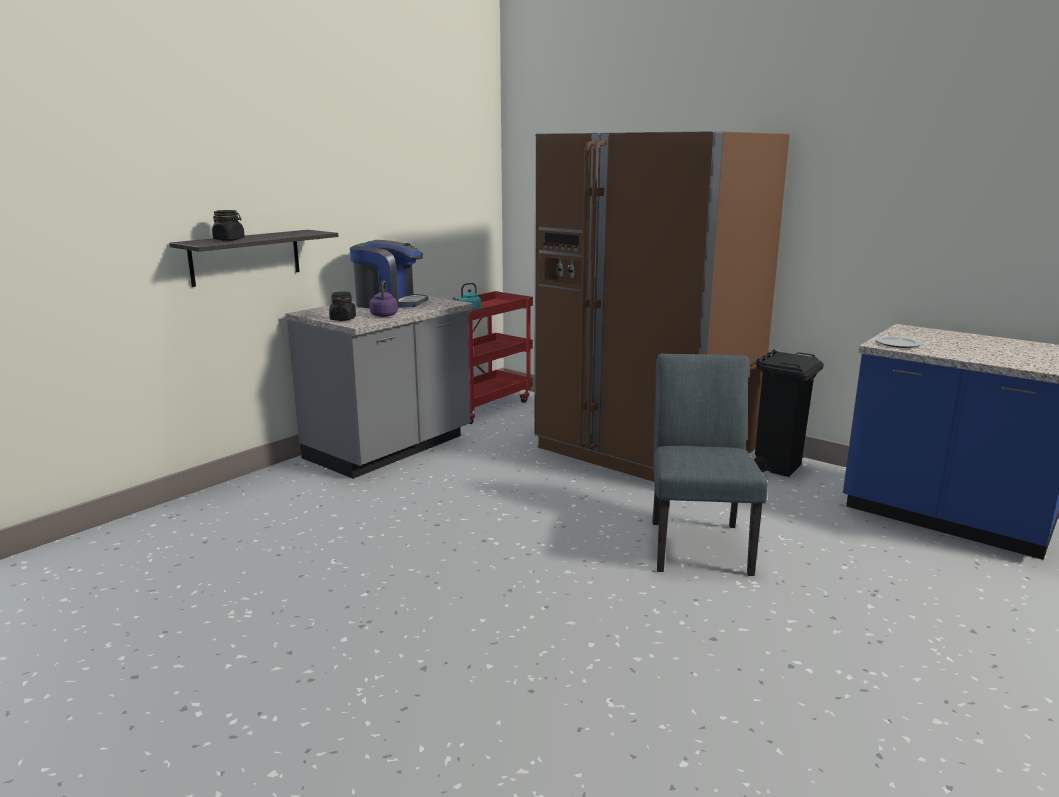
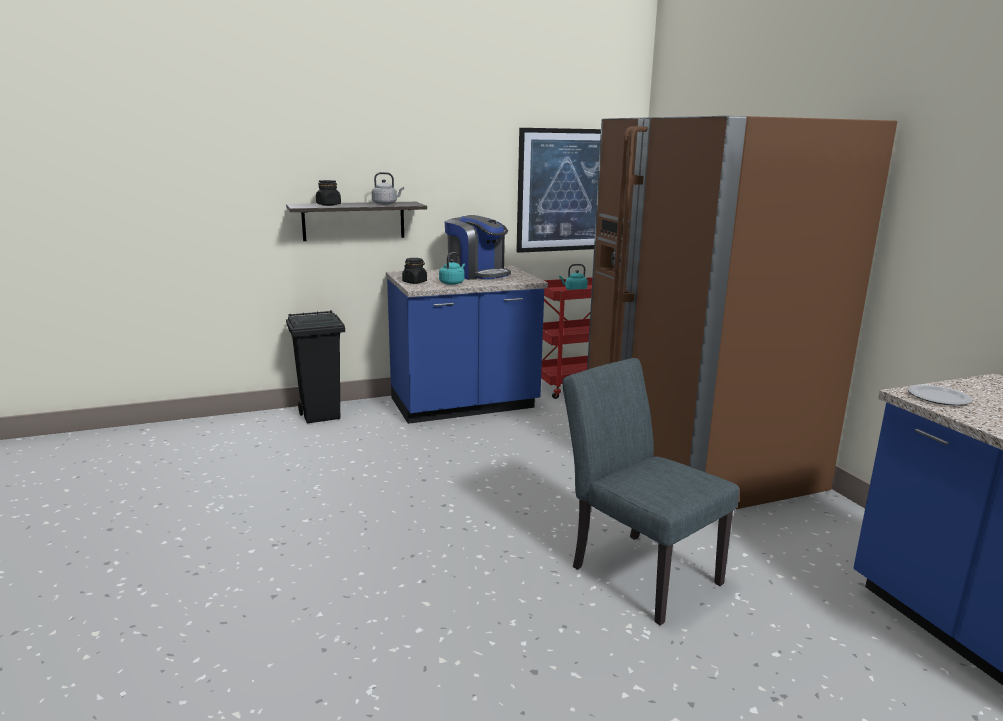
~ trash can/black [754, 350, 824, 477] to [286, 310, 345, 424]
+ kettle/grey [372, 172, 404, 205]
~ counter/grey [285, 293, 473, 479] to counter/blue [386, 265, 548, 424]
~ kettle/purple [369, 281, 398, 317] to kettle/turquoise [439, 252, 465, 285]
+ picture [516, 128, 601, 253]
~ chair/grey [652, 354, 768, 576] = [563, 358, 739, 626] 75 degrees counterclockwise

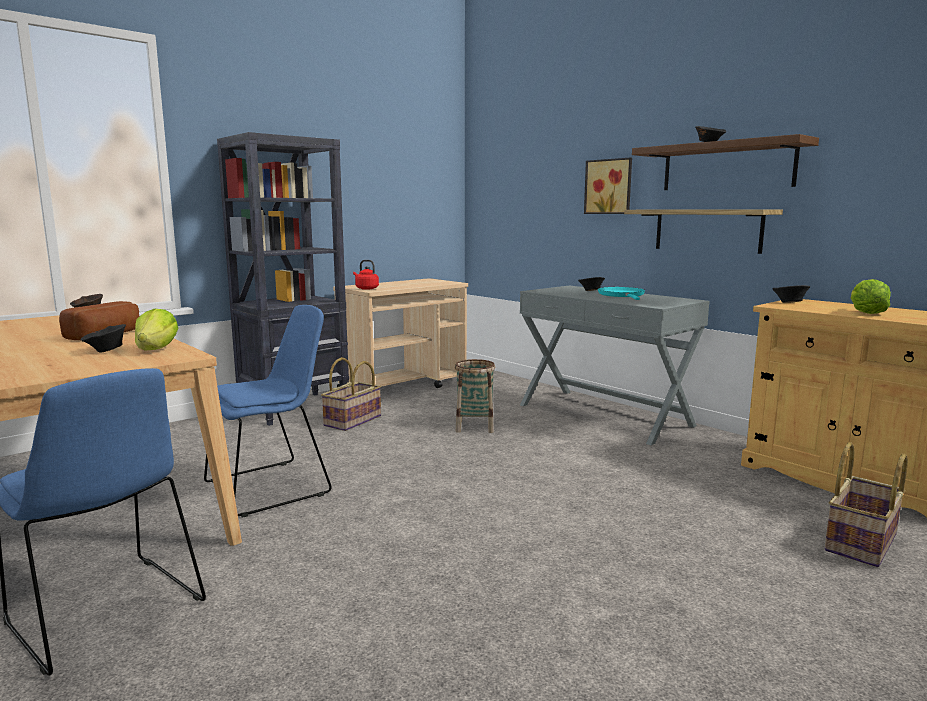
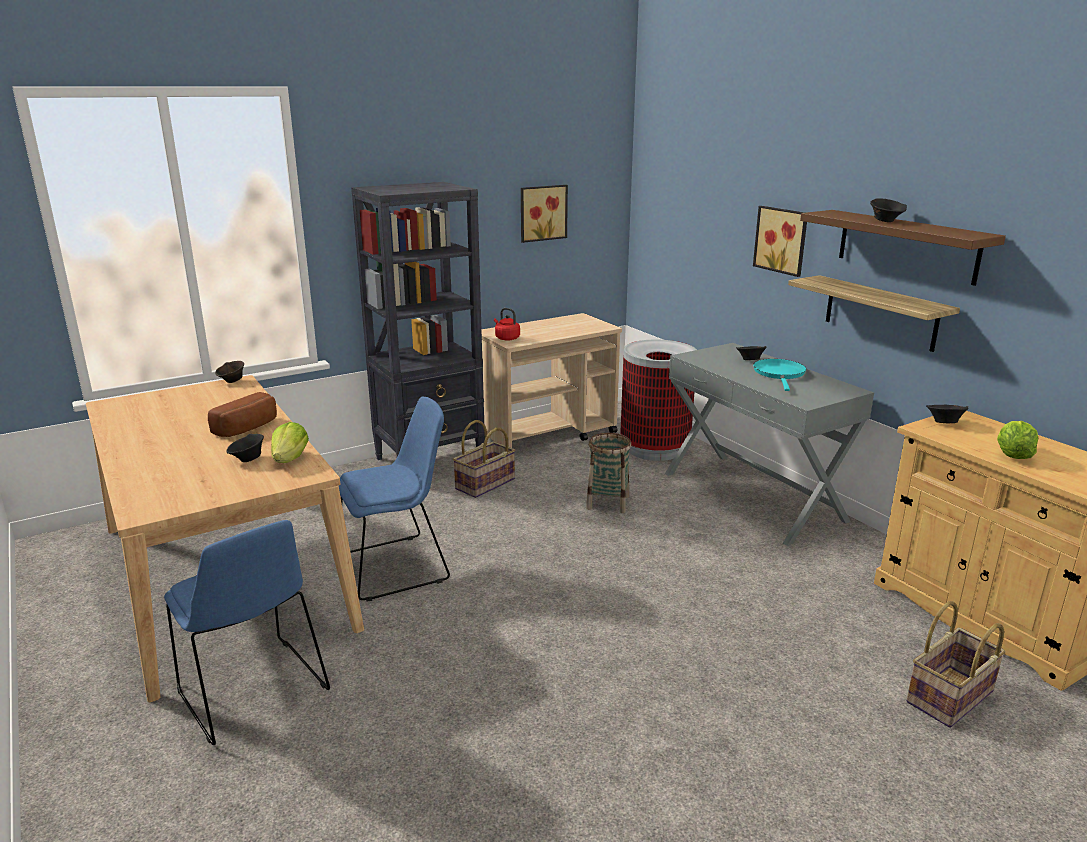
+ picture [521, 185, 568, 243]
+ trash can [620, 340, 697, 461]

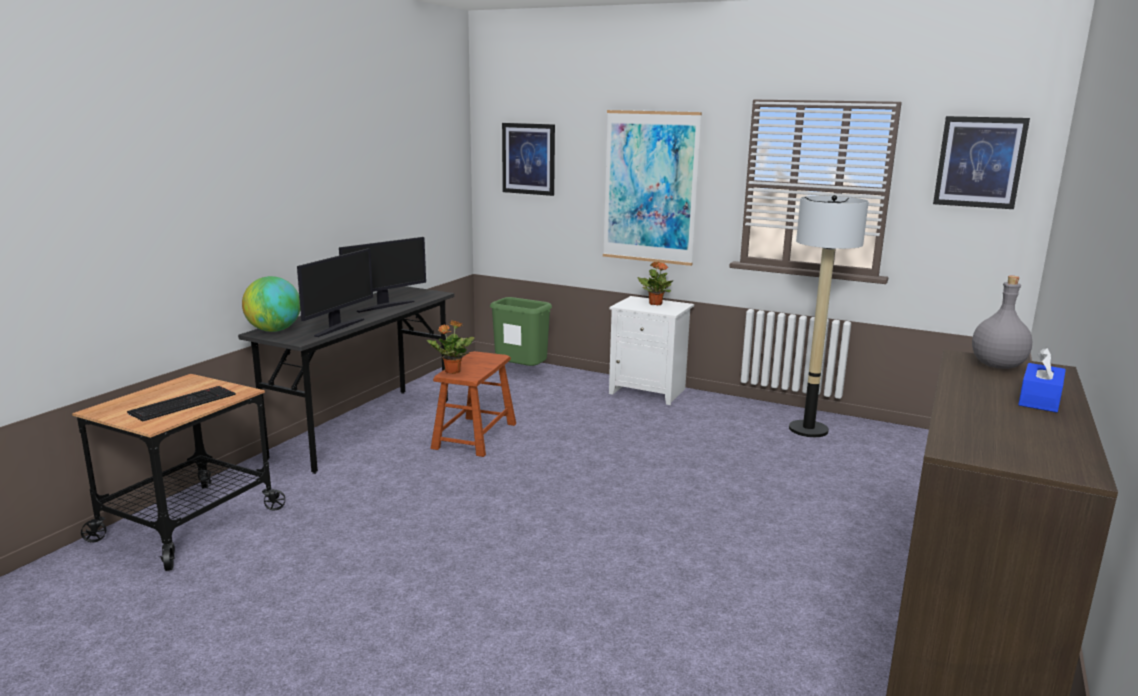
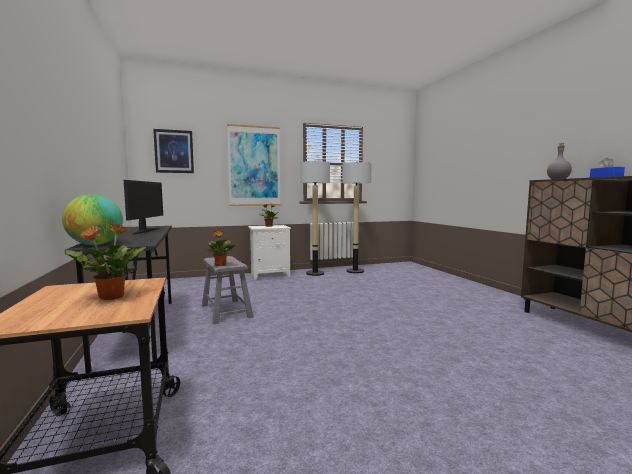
~ keyboard [127, 386, 236, 421] to potted plant [65, 223, 146, 300]
~ stool/brown [431, 351, 516, 457] to stool/grey [202, 256, 254, 324]
+ floor lamp [300, 161, 330, 276]
- monitor [297, 248, 373, 337]
- trash can/green [490, 297, 552, 366]
- picture [933, 116, 1030, 209]

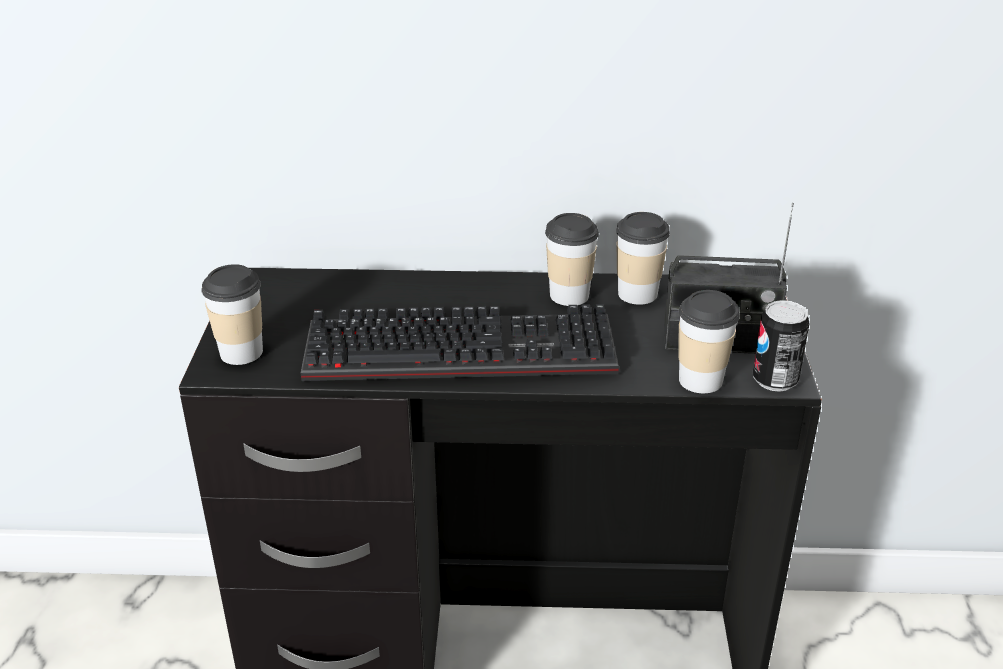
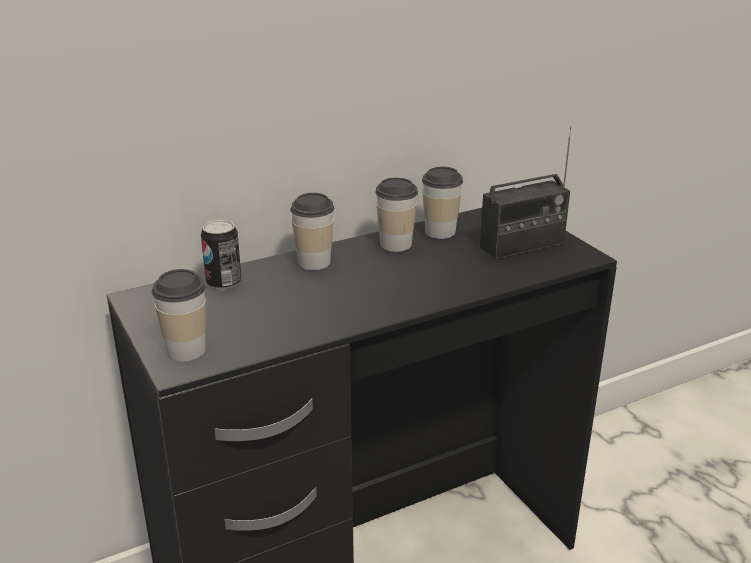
~ can [753, 300, 810, 392] to [201, 220, 242, 291]
~ cup [678, 290, 740, 393] to [290, 193, 334, 270]
- keyboard [301, 304, 619, 381]

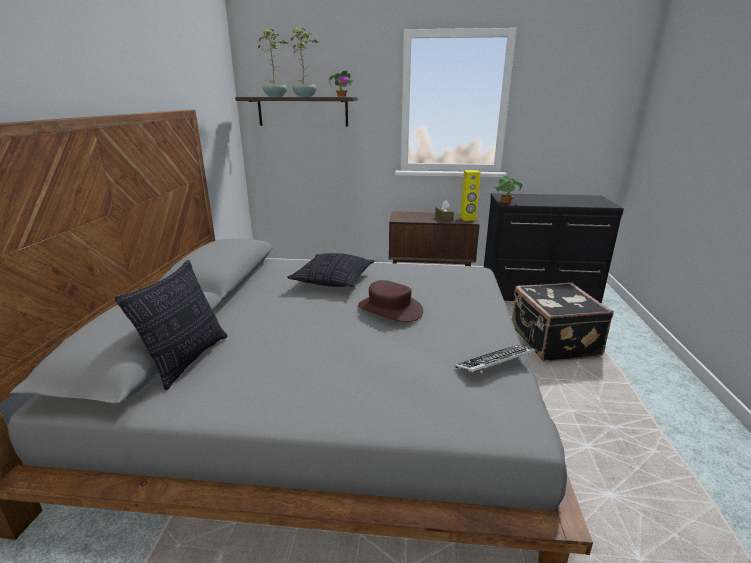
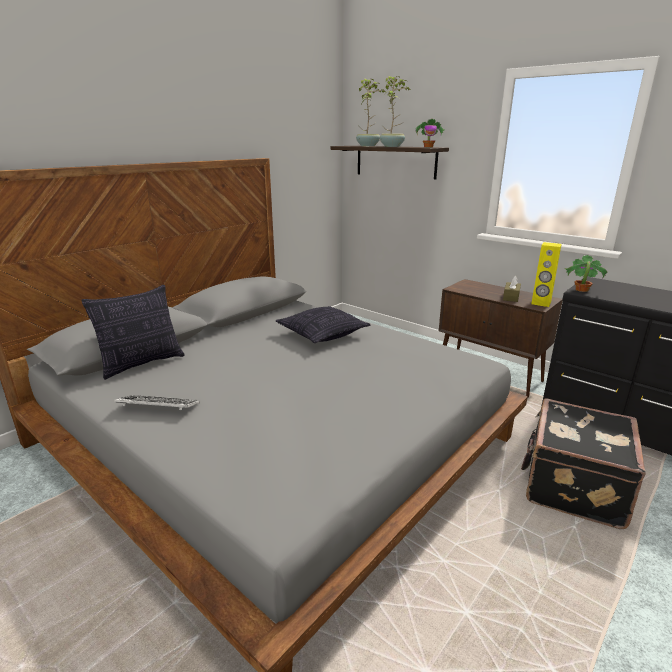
~ keyboard [455, 345, 535, 373] to [115, 395, 199, 410]
- hat/brown [358, 280, 423, 322]

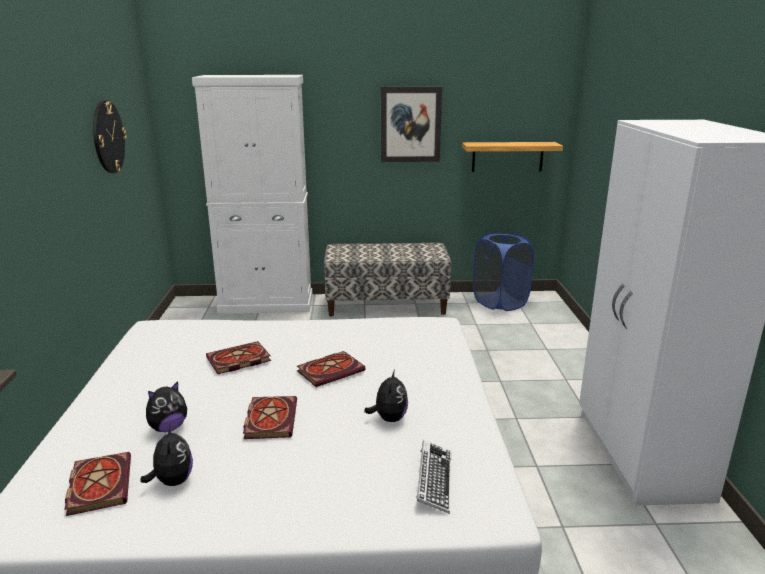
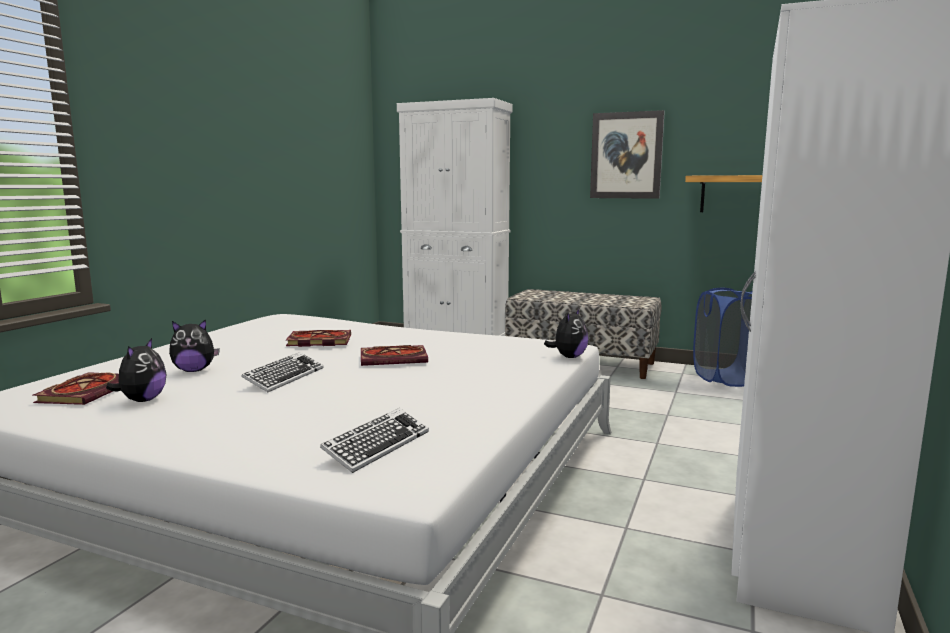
~ book [243, 396, 297, 439] to keyboard [241, 352, 324, 392]
~ plush toy [364, 369, 408, 422] to [544, 309, 589, 358]
- wall clock [93, 101, 127, 173]

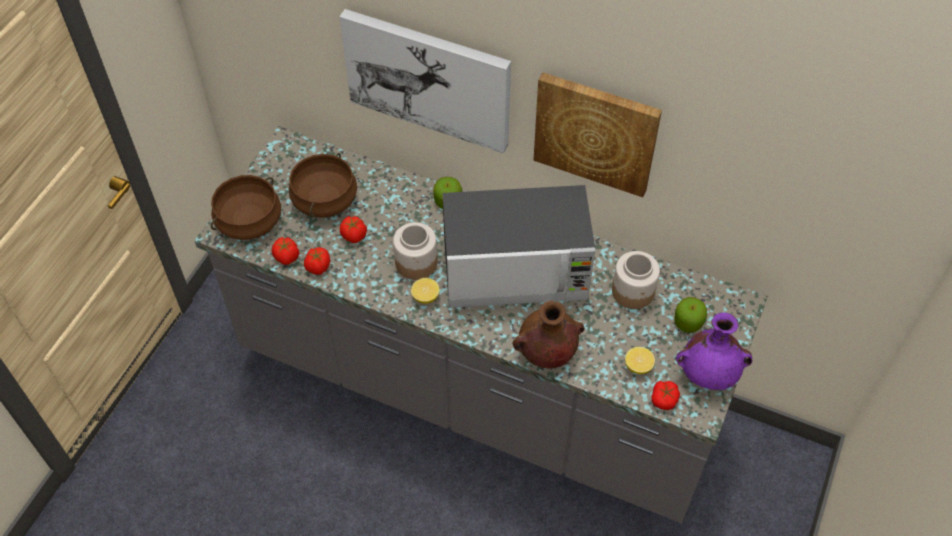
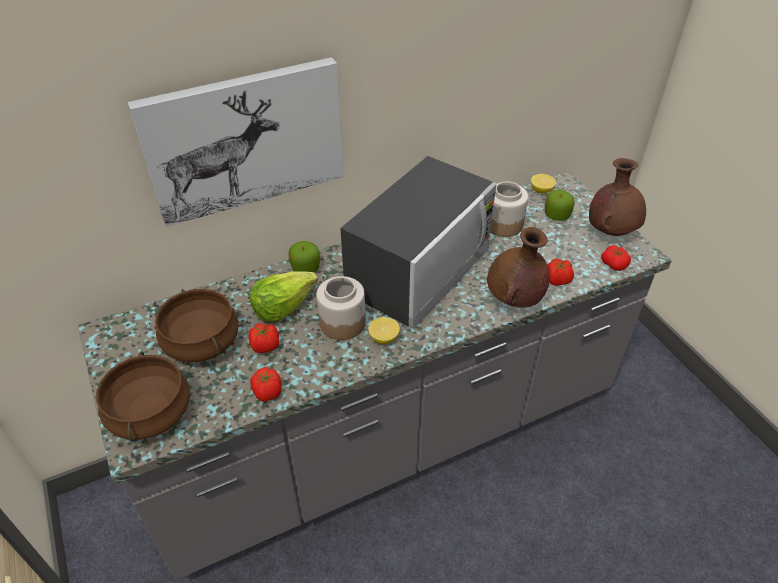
+ lettuce [250, 271, 318, 322]
~ lemon [625, 347, 655, 374] to [531, 174, 556, 194]
~ tomato [272, 237, 299, 265] to [547, 259, 574, 286]
~ vase/purple [676, 312, 752, 390] to vase/brown [589, 158, 646, 236]
- picture [533, 72, 662, 197]

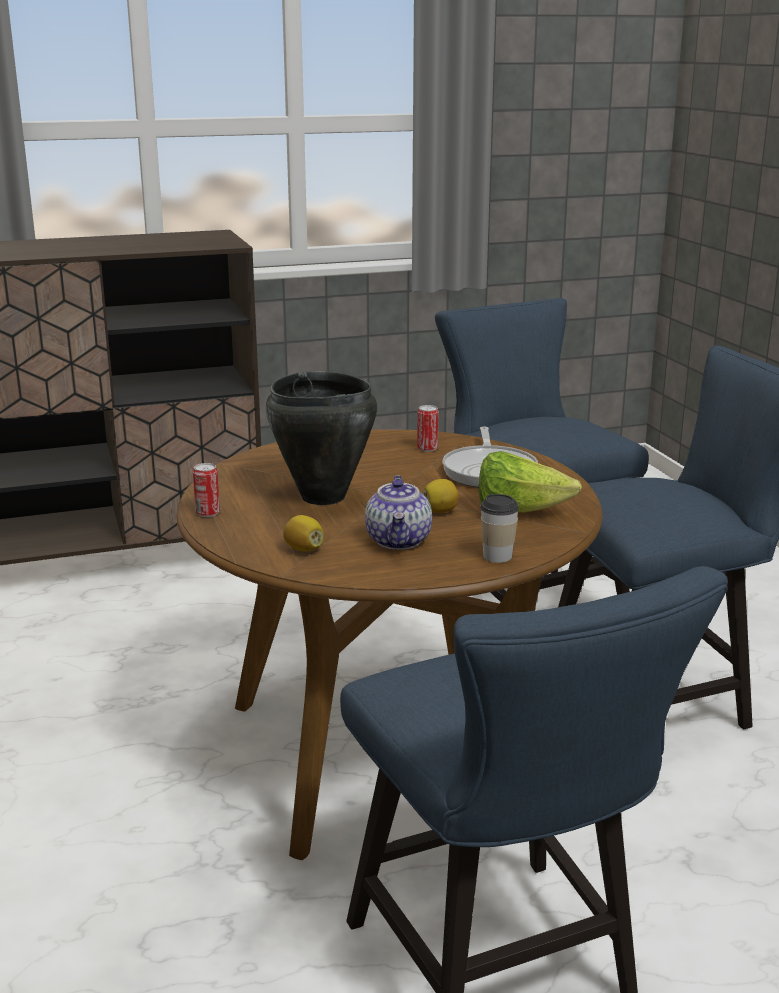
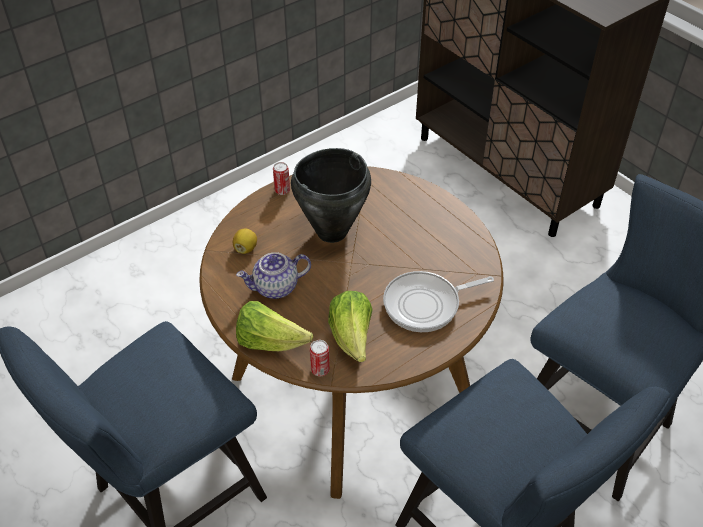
~ cup [480, 494, 519, 563] to lettuce [236, 301, 313, 351]
~ can [417, 405, 439, 452] to [310, 340, 330, 376]
- lemon [423, 479, 458, 513]

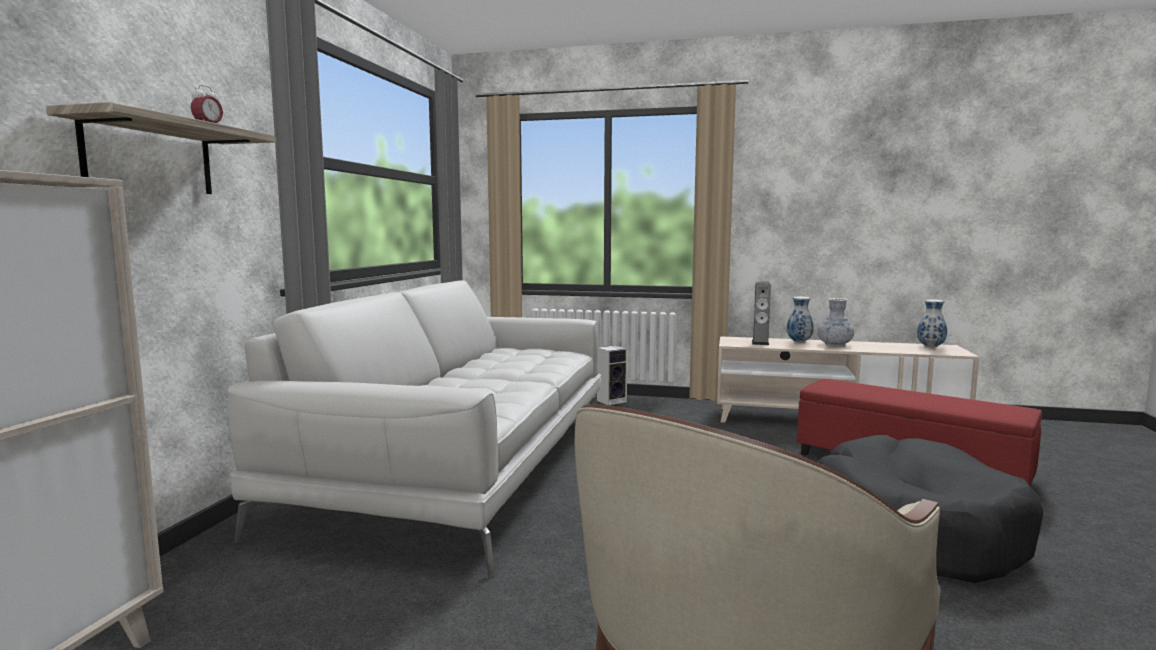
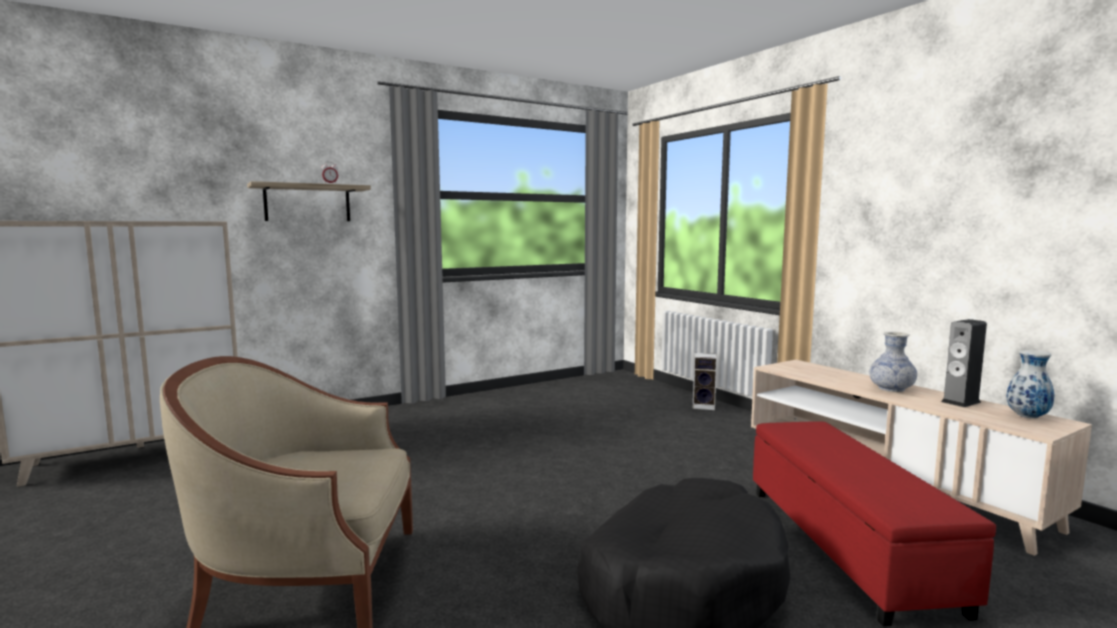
~ speaker [752, 281, 771, 345] to [941, 319, 987, 407]
- sofa/white [228, 280, 601, 578]
- vase [787, 297, 814, 342]

